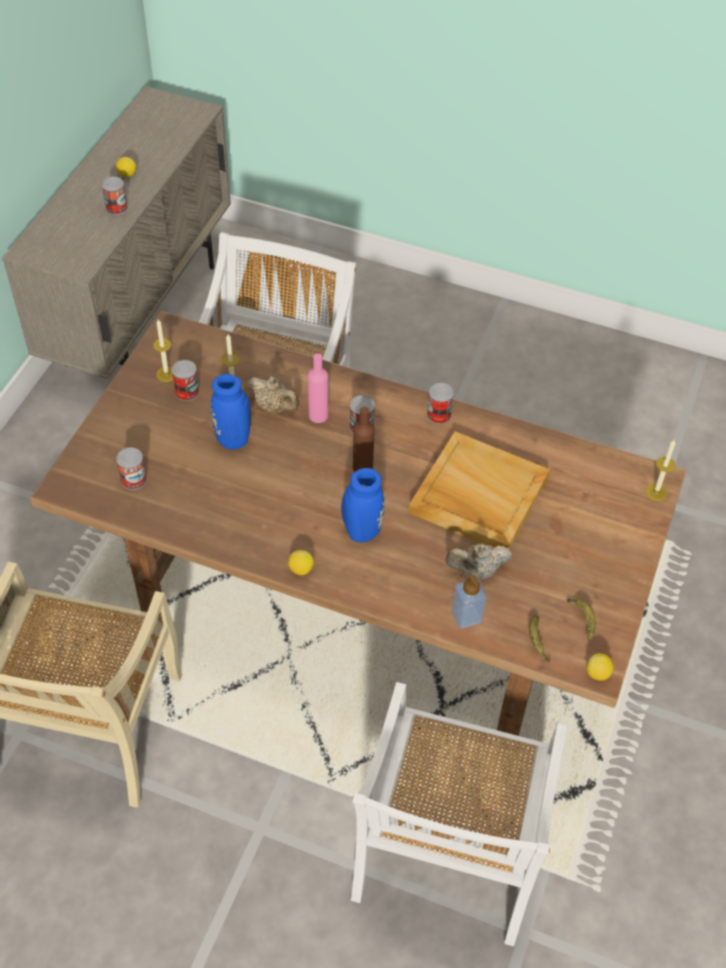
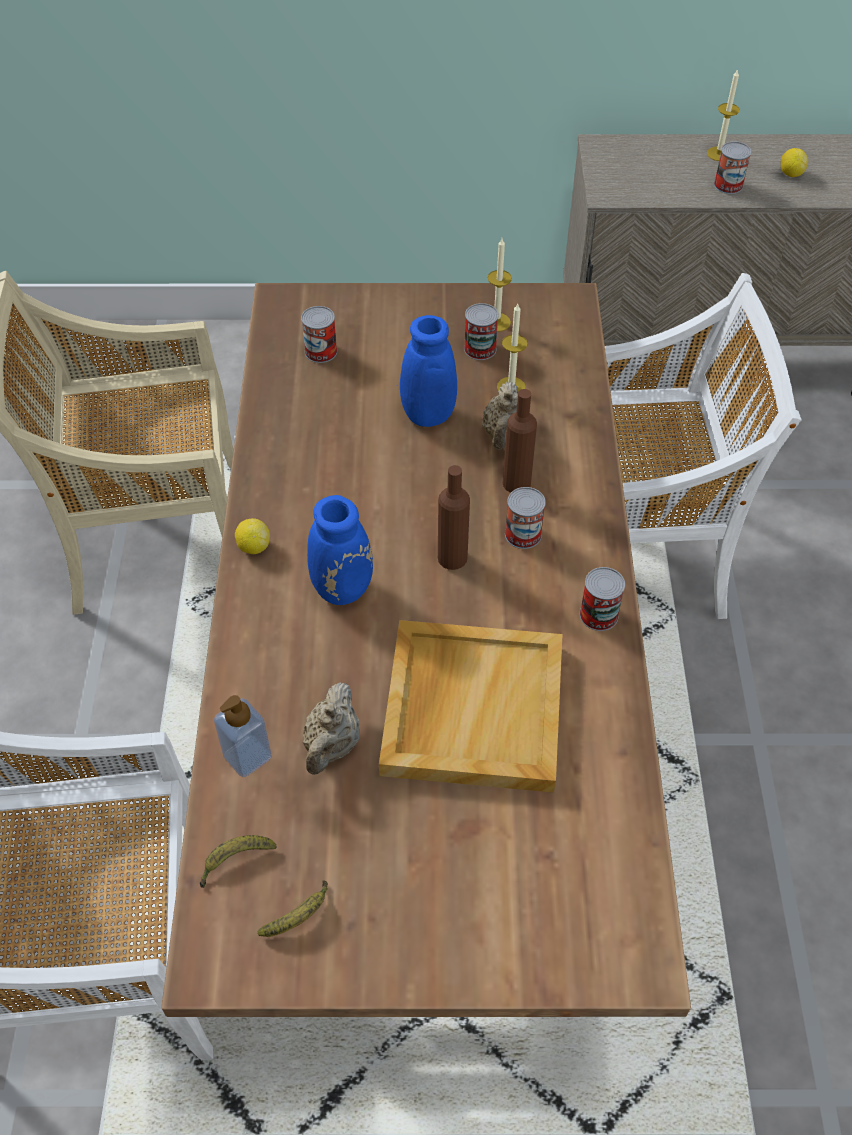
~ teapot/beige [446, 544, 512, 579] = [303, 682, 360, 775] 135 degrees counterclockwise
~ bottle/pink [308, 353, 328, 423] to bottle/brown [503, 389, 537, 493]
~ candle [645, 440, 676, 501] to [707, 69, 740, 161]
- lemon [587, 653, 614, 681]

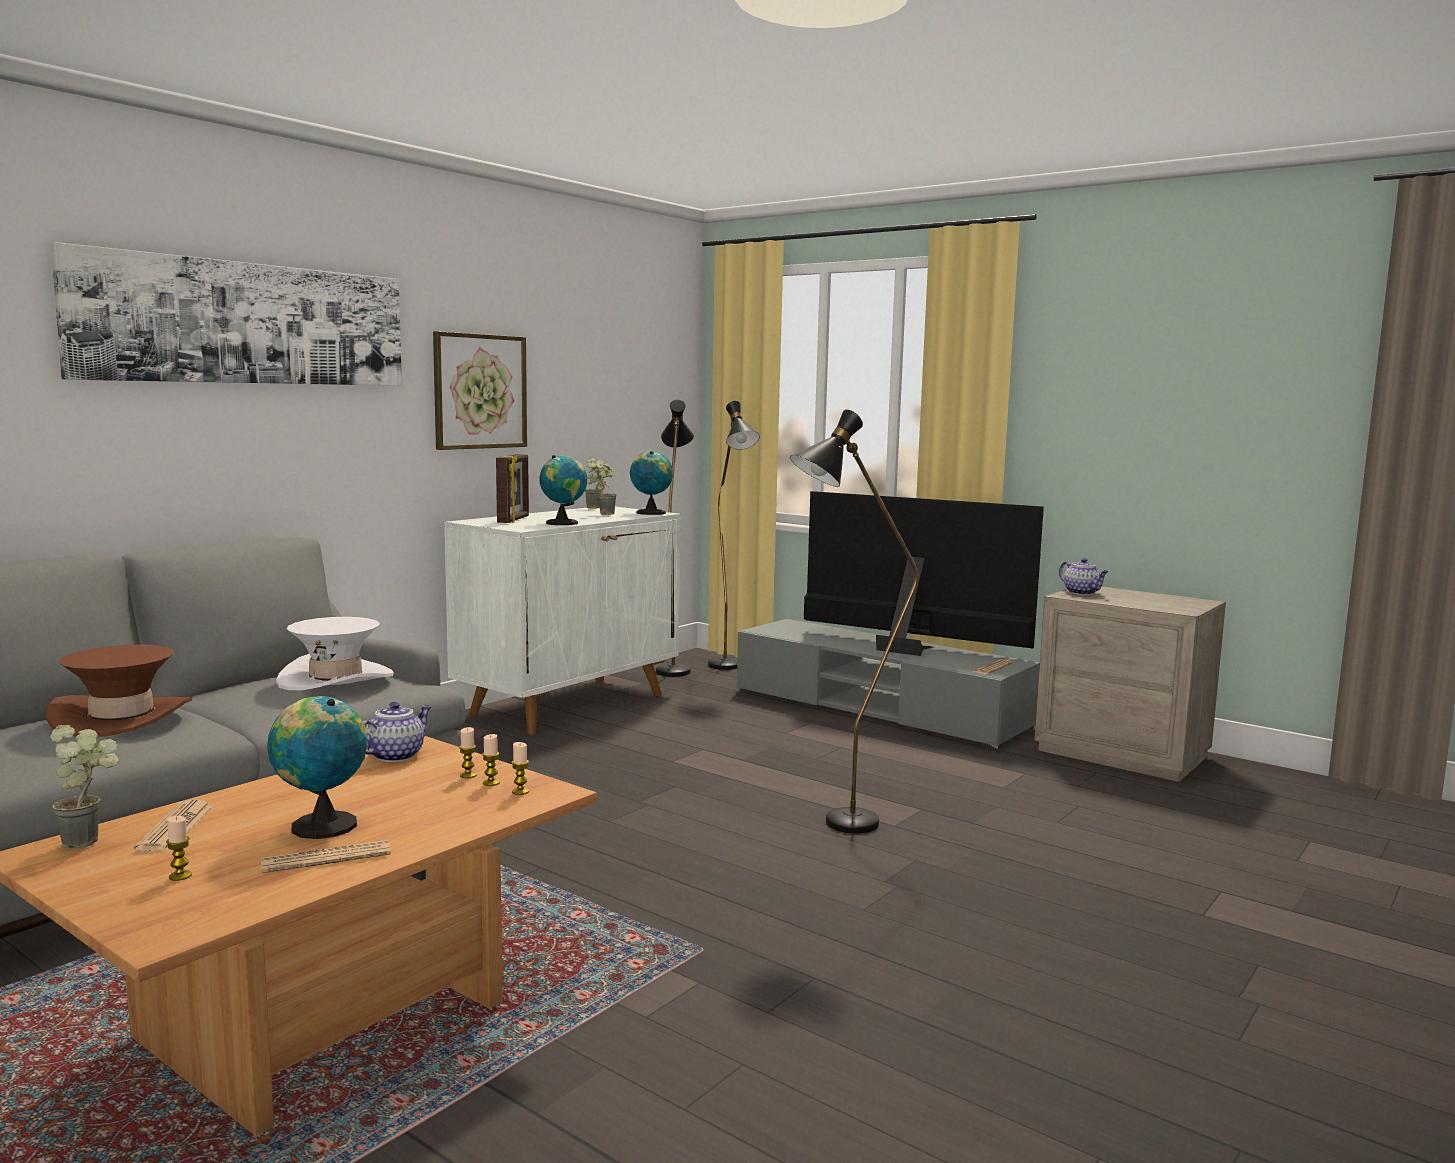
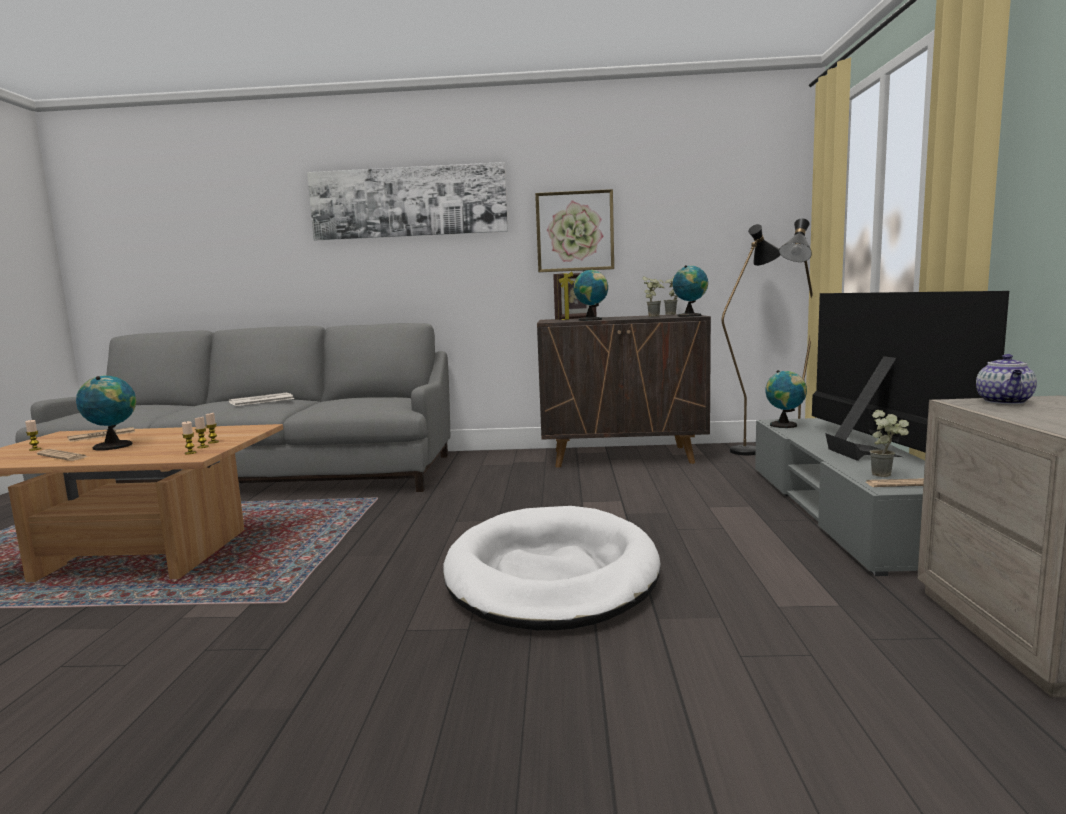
~ hat/brown [46, 644, 192, 737] to newspaper [229, 393, 294, 406]
~ floor lamp/black [790, 410, 919, 834] to dog bed/white [443, 506, 660, 630]
~ cabinet/white [444, 507, 680, 735] to cabinet/brown [537, 314, 711, 468]
+ globe [765, 370, 807, 428]
~ potted plant [50, 725, 119, 849] to [870, 410, 909, 477]
- hat/white [276, 617, 394, 690]
- teapot [363, 702, 431, 762]

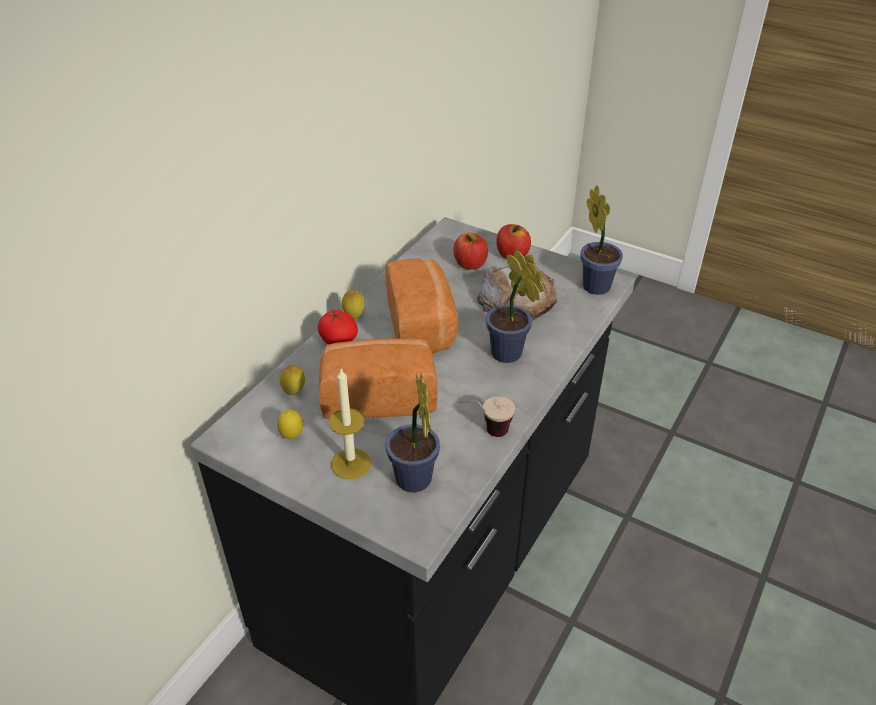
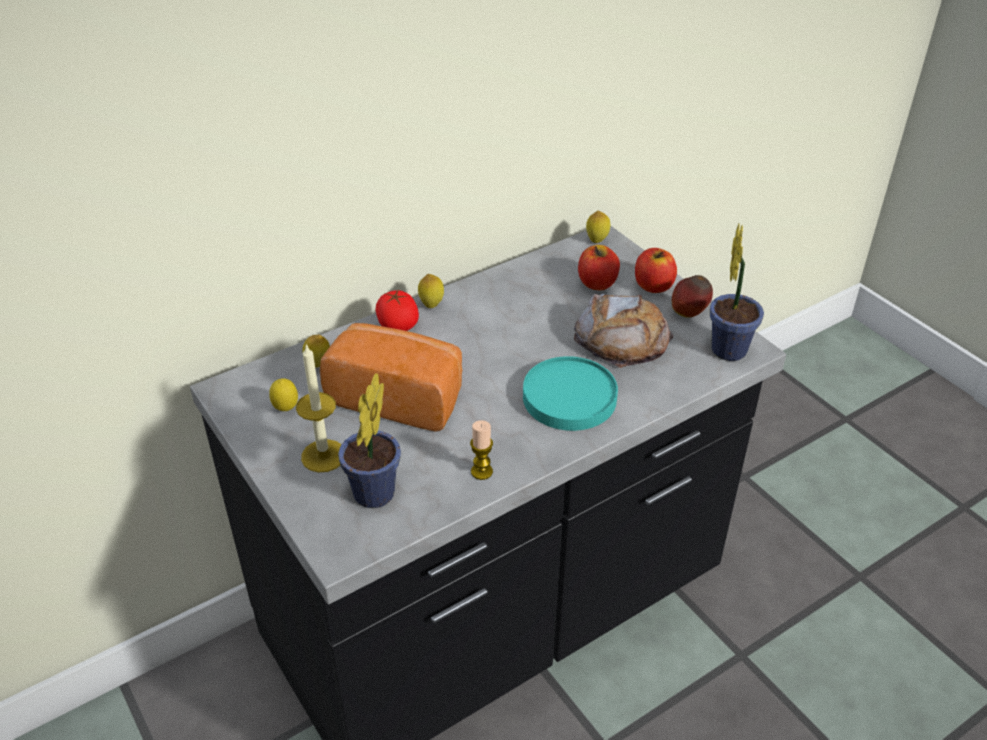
~ cup [459, 396, 515, 437] to candle [470, 420, 493, 480]
~ potted plant [486, 250, 544, 363] to plate/turquoise [523, 356, 618, 431]
+ lemon [586, 211, 610, 243]
+ apple [672, 275, 713, 318]
- bread [386, 258, 458, 354]

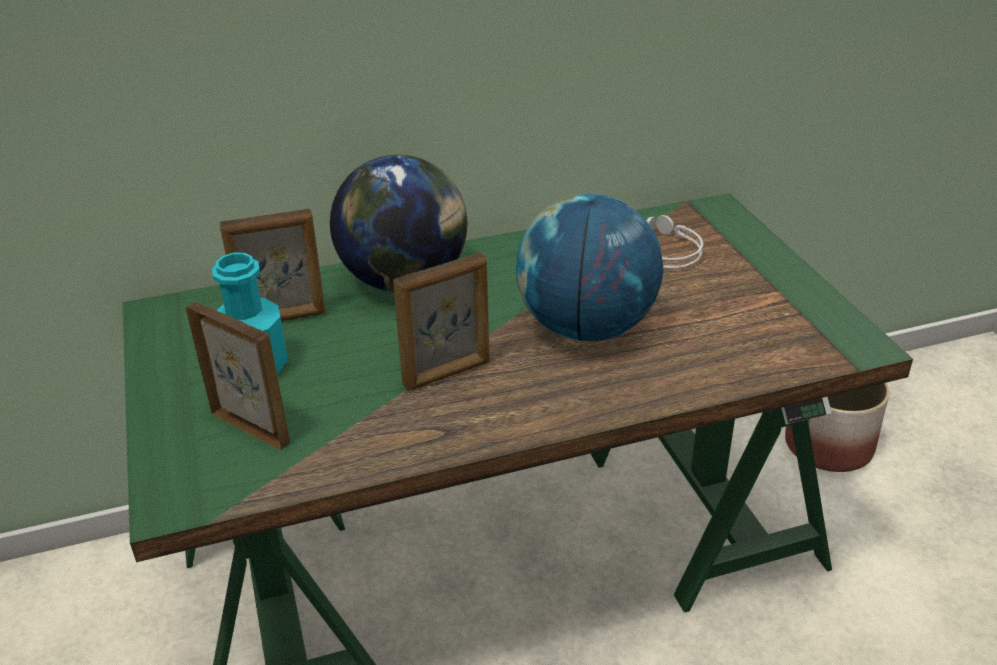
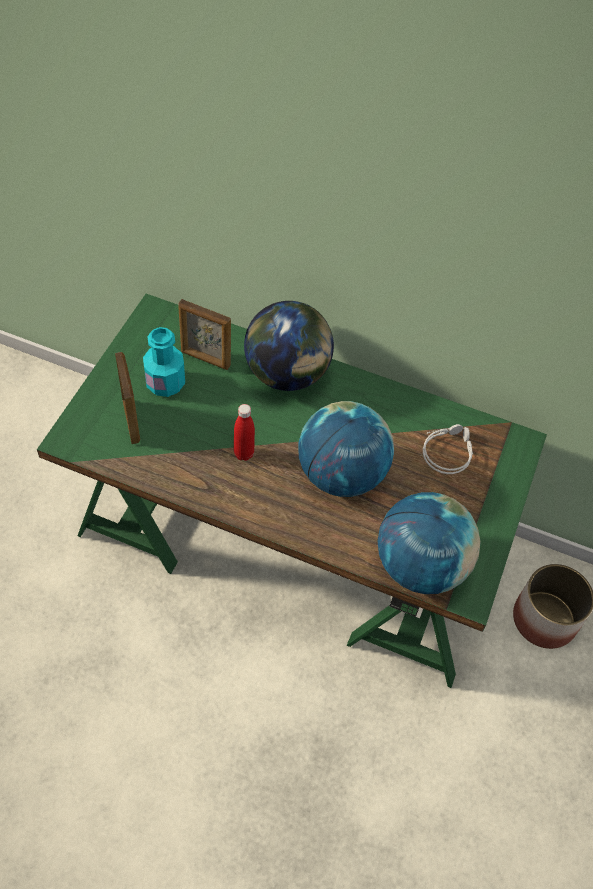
~ picture frame [393, 253, 490, 391] to bottle/red [234, 404, 255, 461]
+ globe [377, 492, 480, 594]

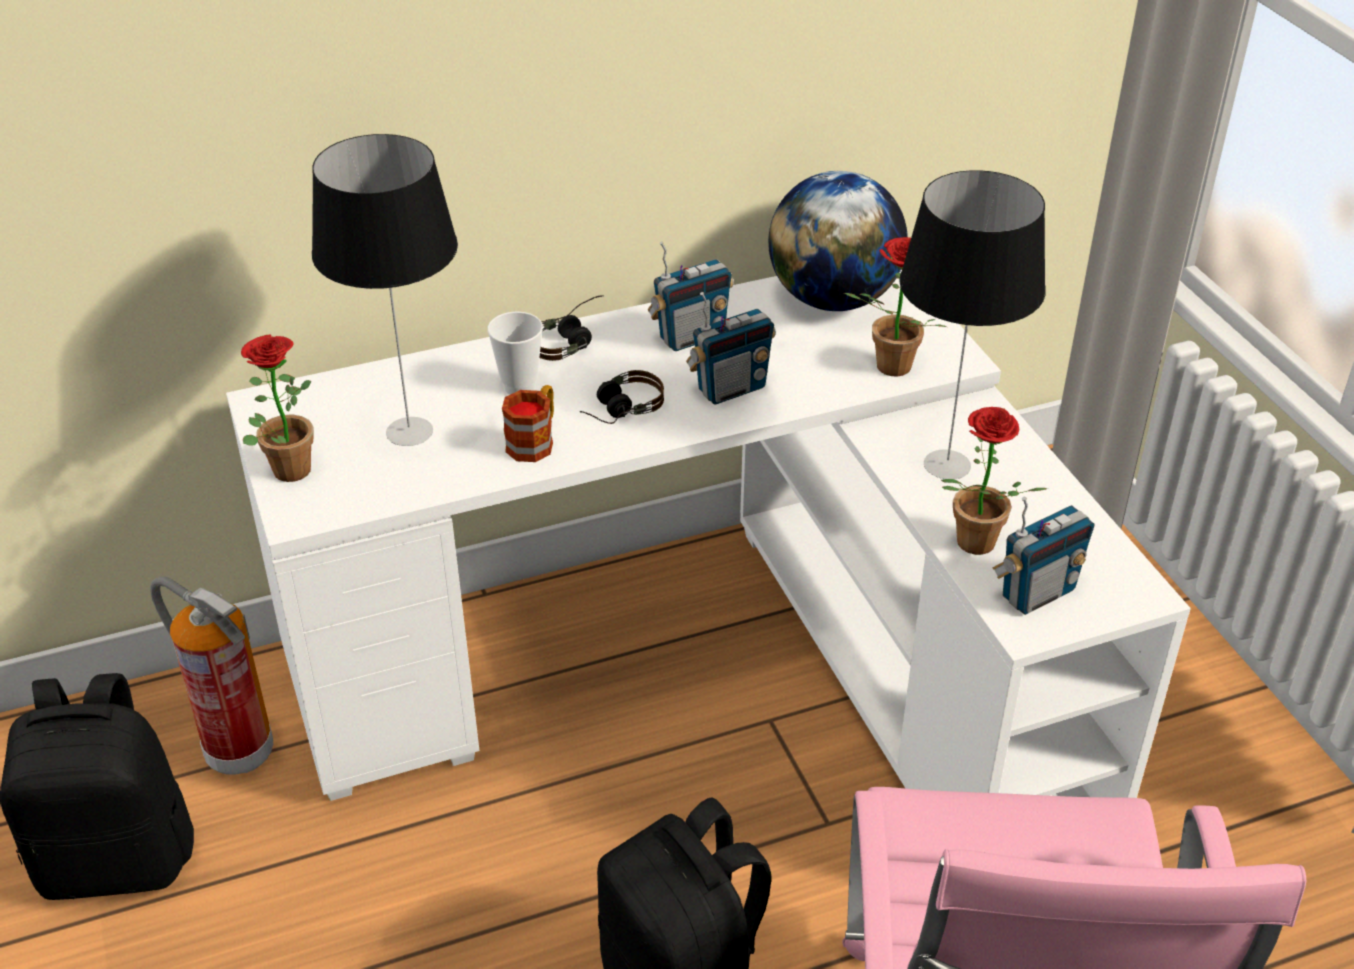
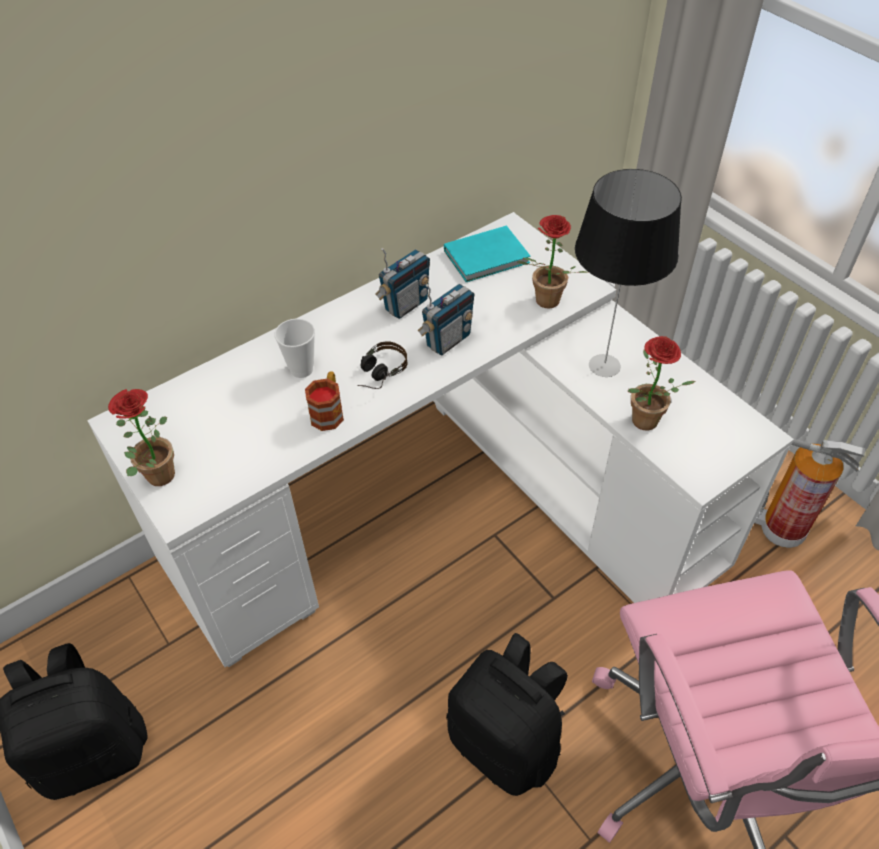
~ globe [768, 171, 908, 311] to book/turquoise [444, 226, 531, 282]
~ fire extinguisher [150, 576, 273, 774] to [754, 439, 865, 548]
- table lamp [312, 134, 458, 446]
- headphones [539, 295, 604, 361]
- radio [993, 497, 1095, 615]

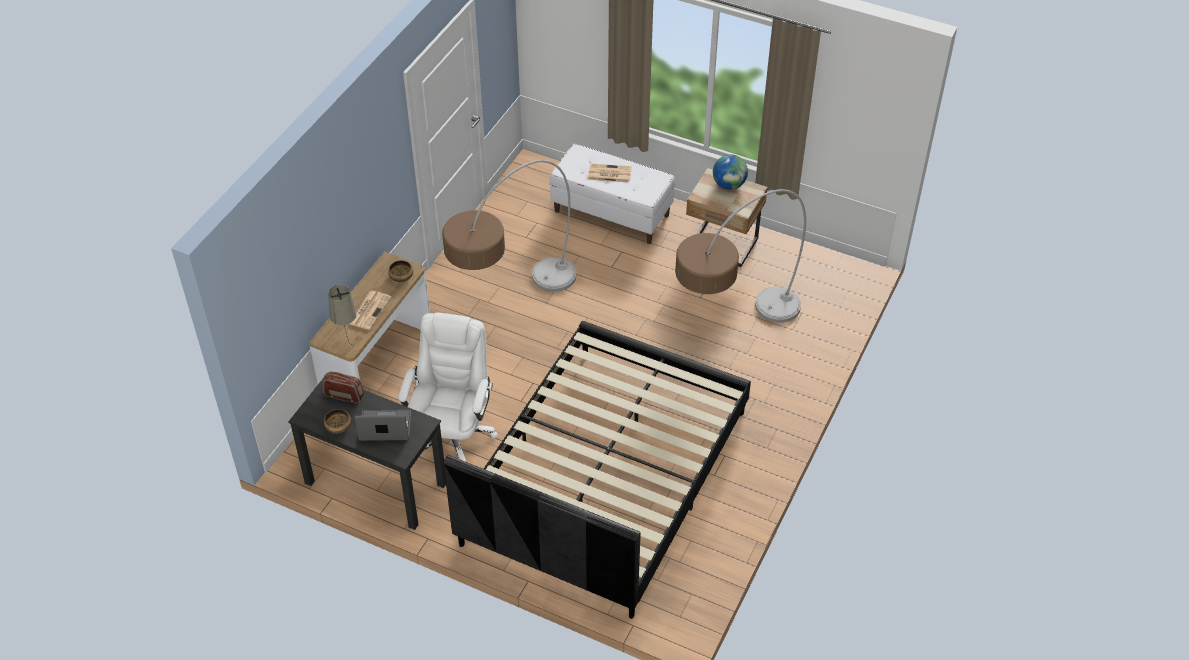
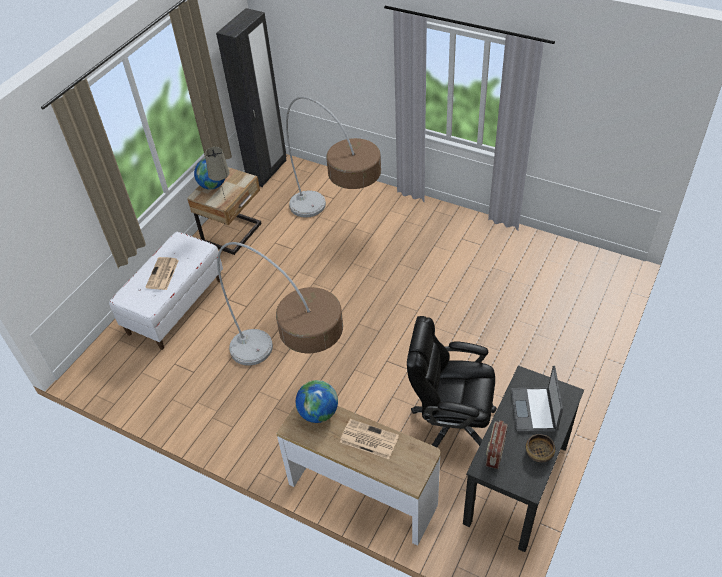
~ table lamp/beige [328, 285, 356, 346] to [205, 147, 229, 198]
+ wardrobe/black [216, 8, 287, 187]
~ bowl [388, 260, 413, 282] to globe [296, 380, 338, 423]
~ office chair/white [398, 313, 498, 462] to office chair/black [407, 316, 497, 448]
- bed/black [443, 321, 751, 619]

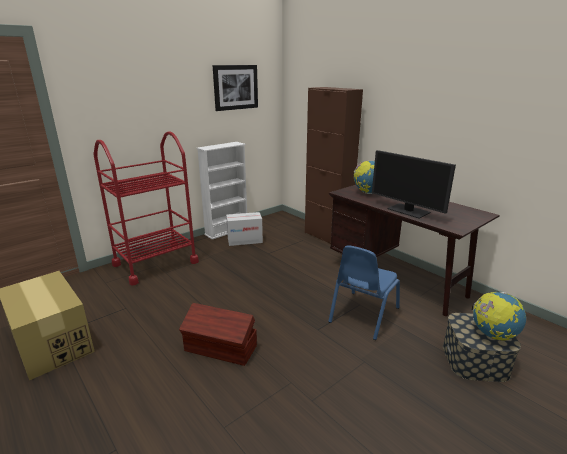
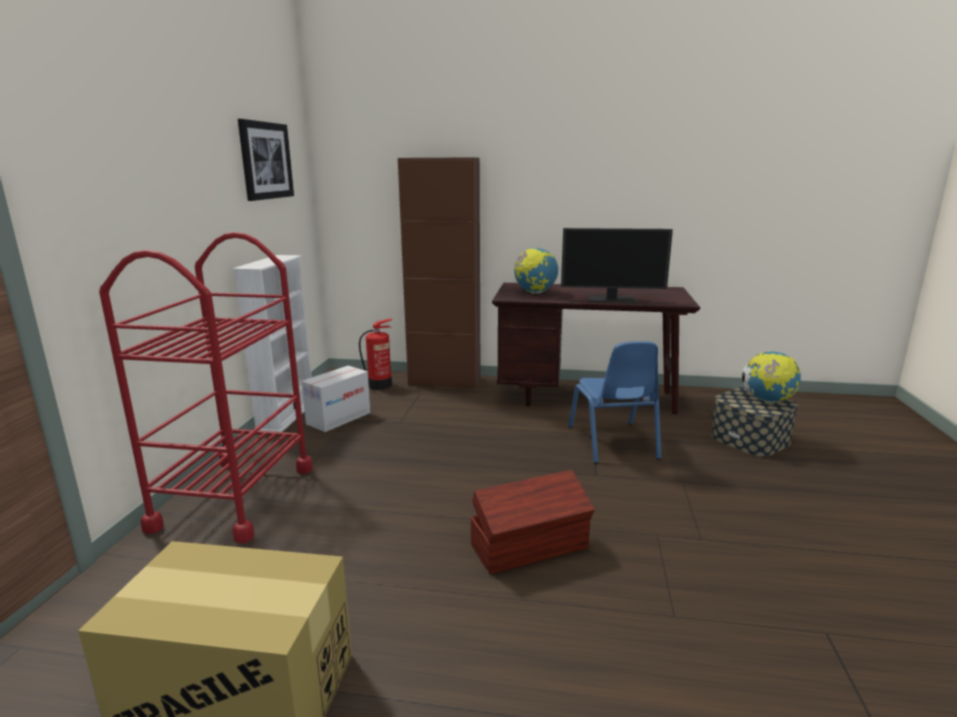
+ fire extinguisher [359, 319, 392, 390]

